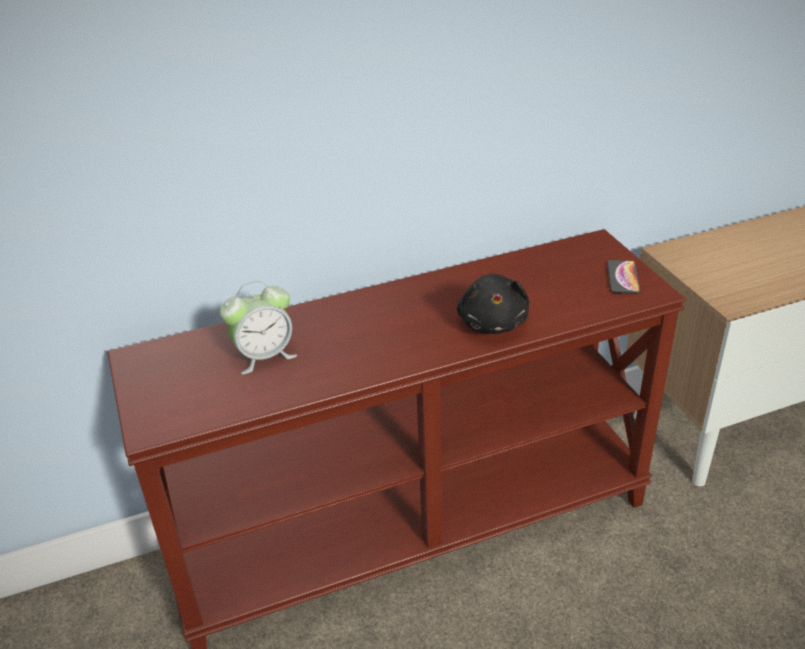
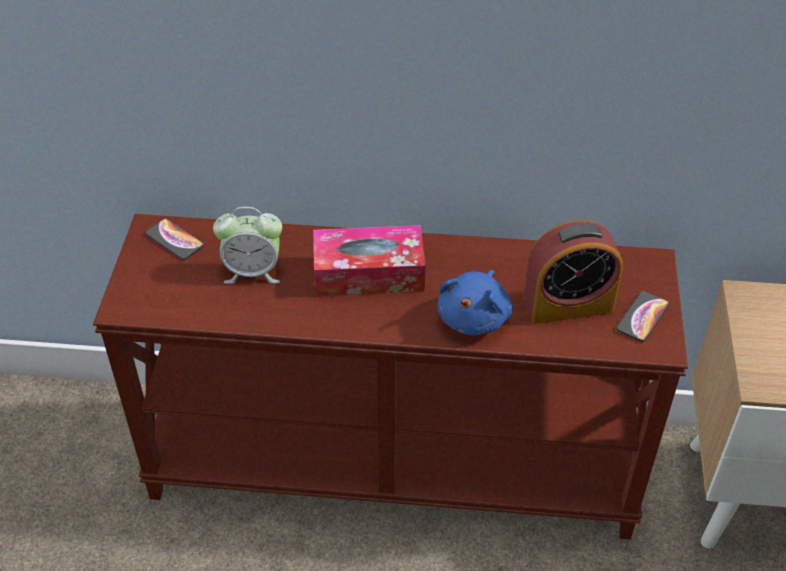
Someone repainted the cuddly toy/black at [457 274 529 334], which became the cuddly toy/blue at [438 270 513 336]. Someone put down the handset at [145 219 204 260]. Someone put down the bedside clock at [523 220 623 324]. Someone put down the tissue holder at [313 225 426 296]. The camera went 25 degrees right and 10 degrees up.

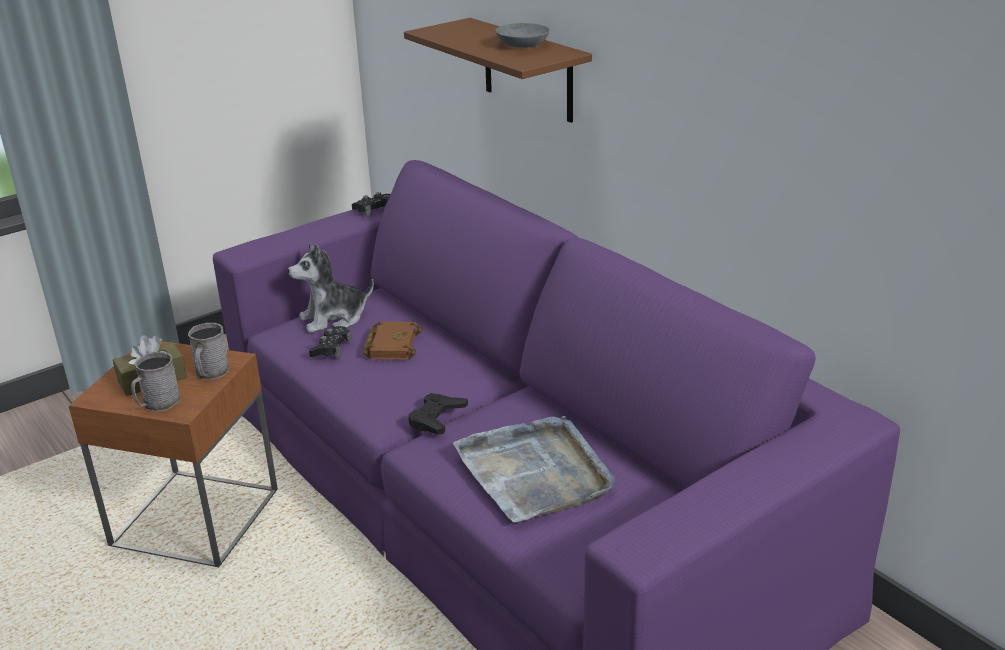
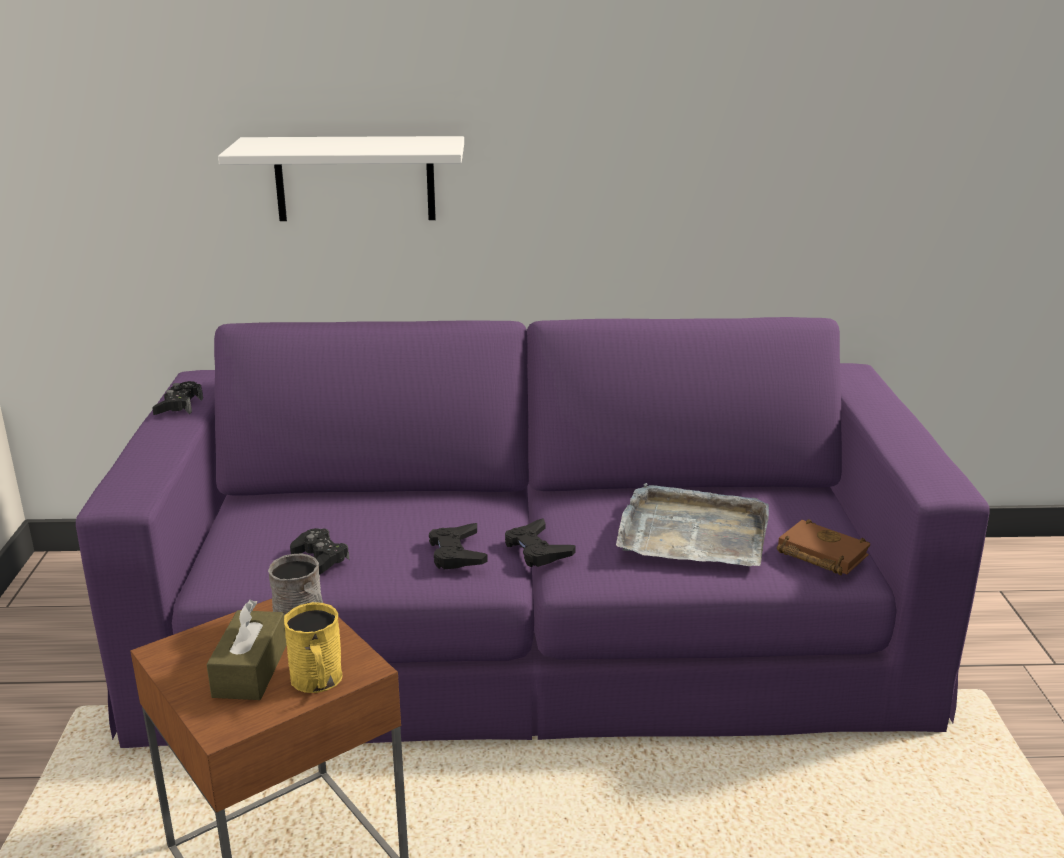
Someone repainted the shelf/brown-coloured at [404 18 592 123], which became the shelf/white-coloured at [218 136 464 221]. Someone took away the deep dish/greyish at [495 23 550 48]. Someone took away the cuddly toy at [288 243 374 333]. Someone carried the book/brown-coloured from [363 321 423 360] to [777 519 870 575]. Someone repainted the mug/greyish at [131 352 180 412], which became the mug/yellowish at [284 602 342 693]. Someone put down the gamepad/black at [429 523 488 569]. The camera went 55 degrees left and 5 degrees down.

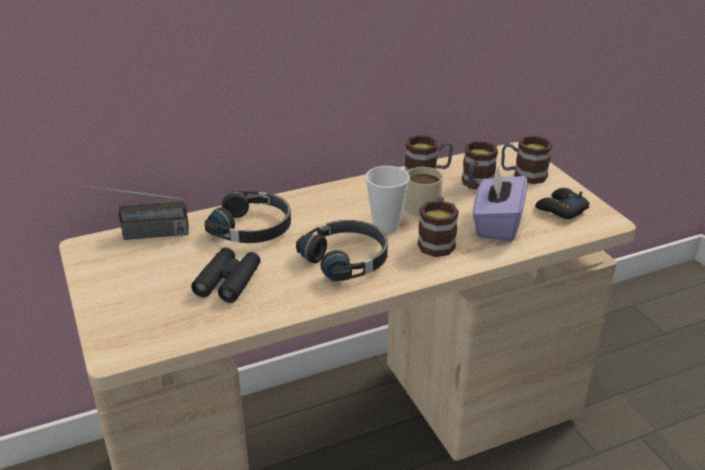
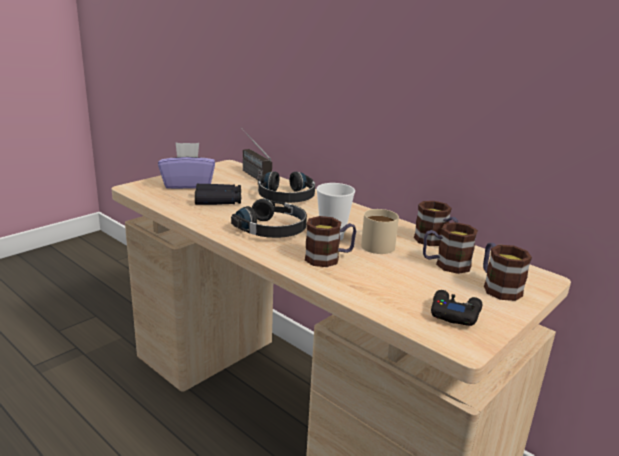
Someone carried the tissue holder/purple from [473 166 528 241] to [158 142 215 189]. The camera went 65 degrees right and 10 degrees down.

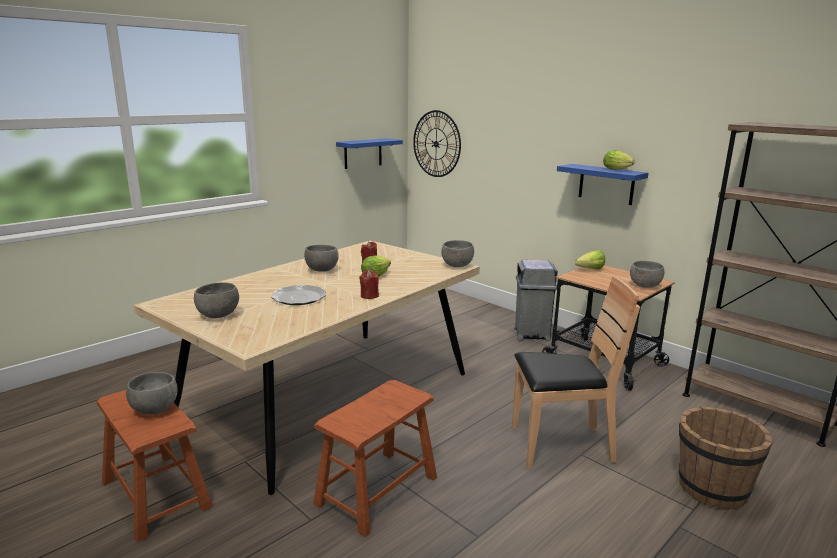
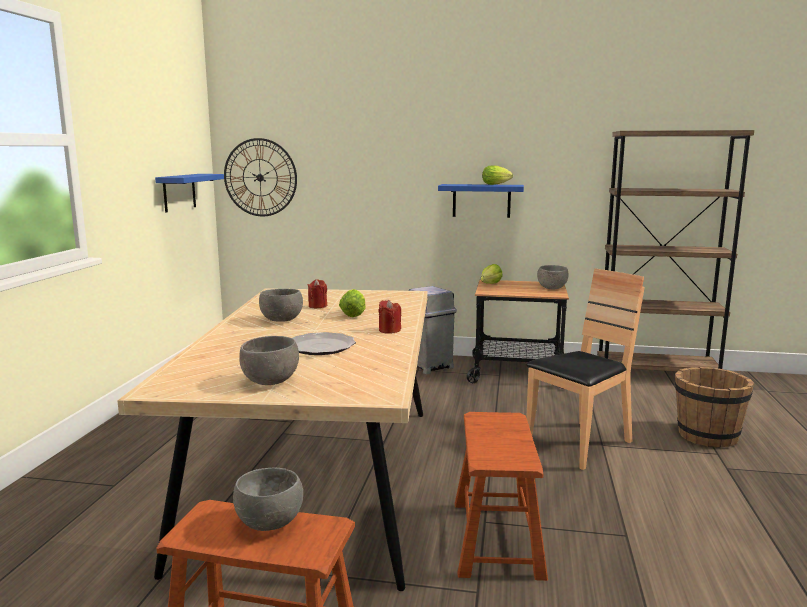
Someone took away the deep dish/greyish at [441 240 474 267]. The camera went 35 degrees left and 5 degrees down.

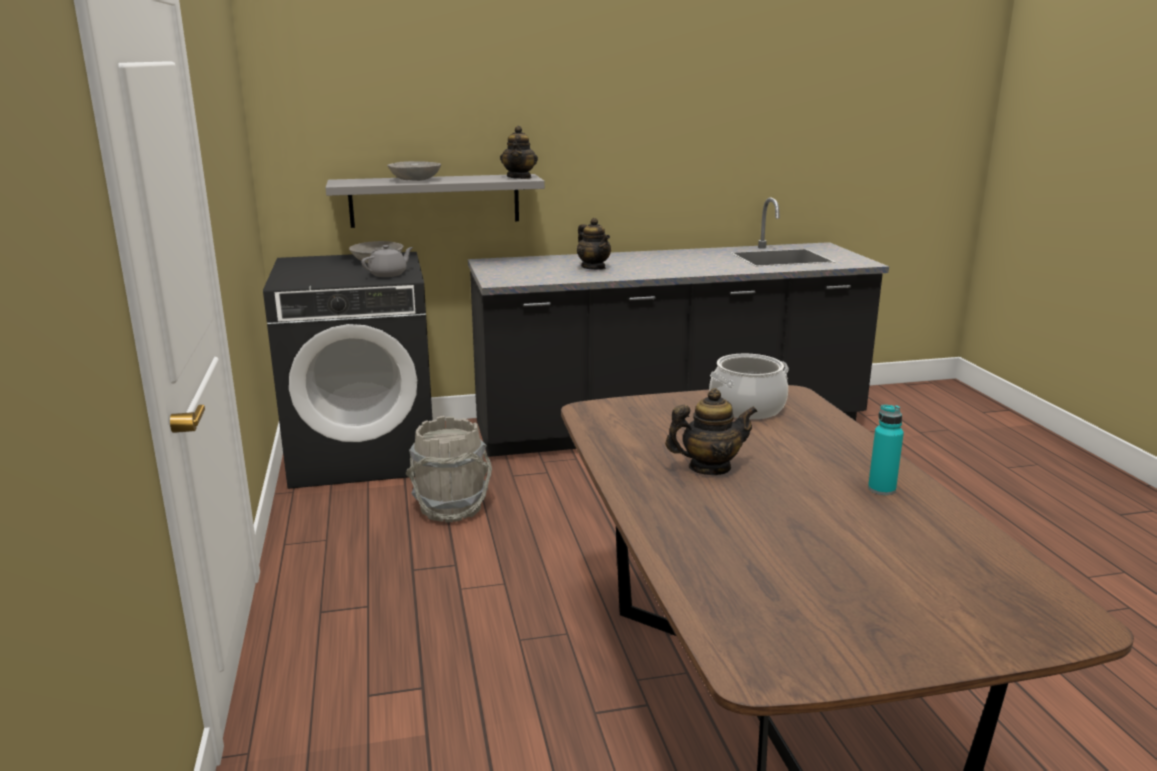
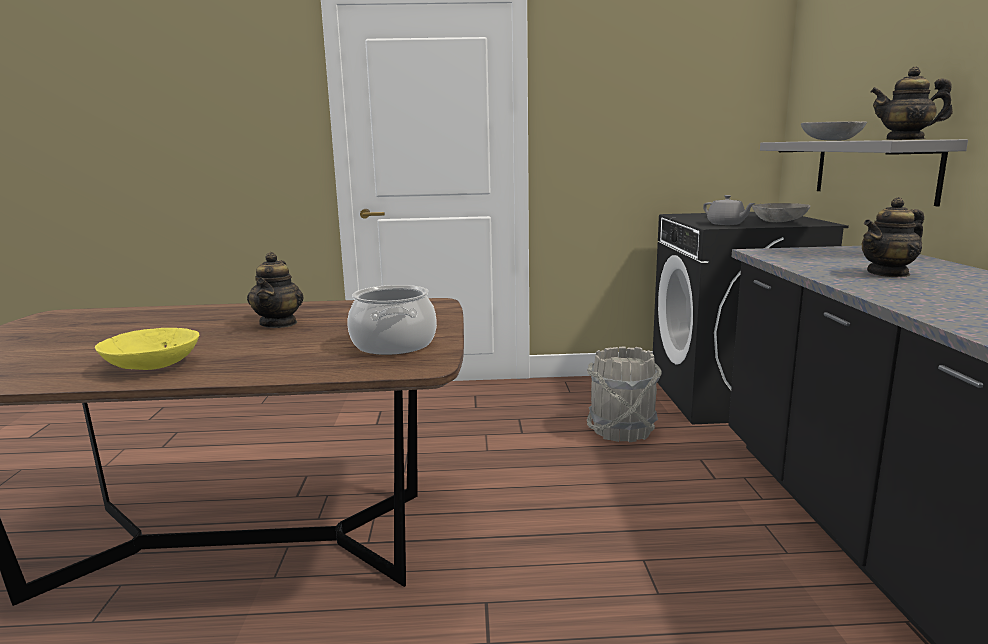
Someone swapped the bottle/blue-green at [868 405 904 495] for the deep dish/yellowish at [95 328 199 370]. The camera went 100 degrees right and 5 degrees down.

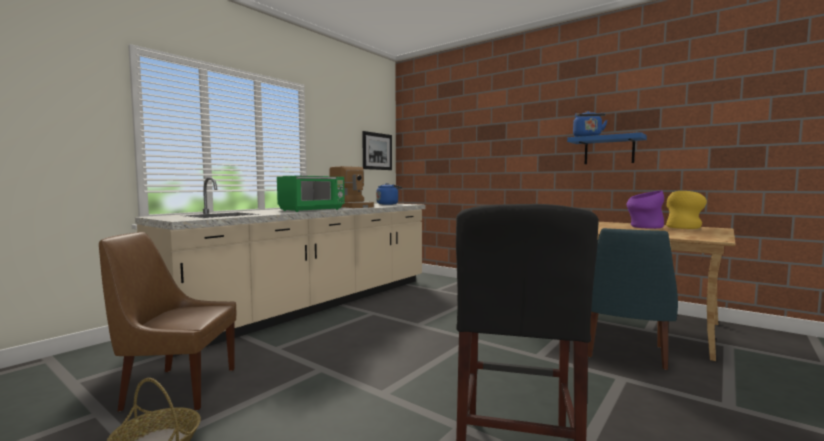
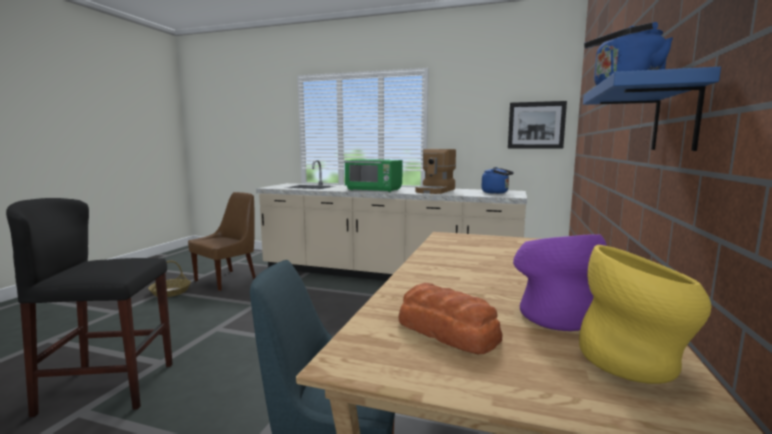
Someone rotated the plain chair/brown-coloured at [99 232 236 411] by 60 degrees clockwise. Someone put down the bakery bread at [398 283 502 354]. The camera went 70 degrees right and 5 degrees up.

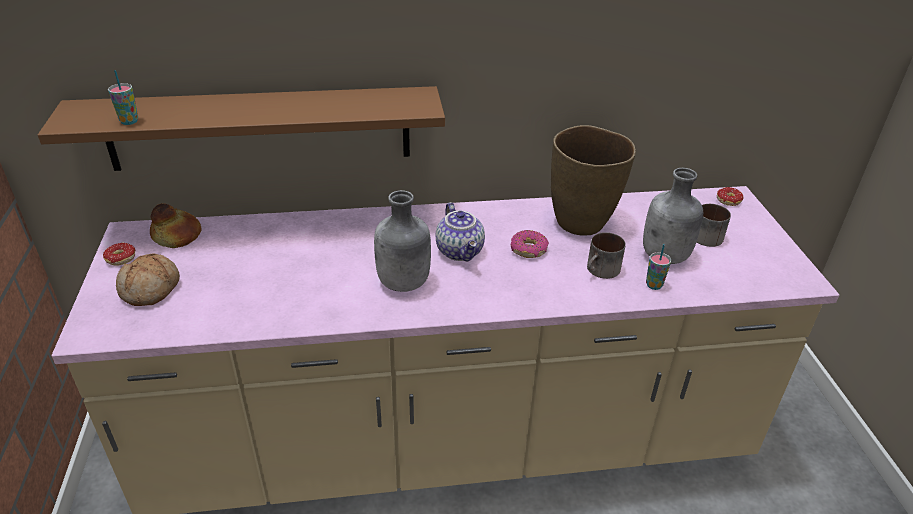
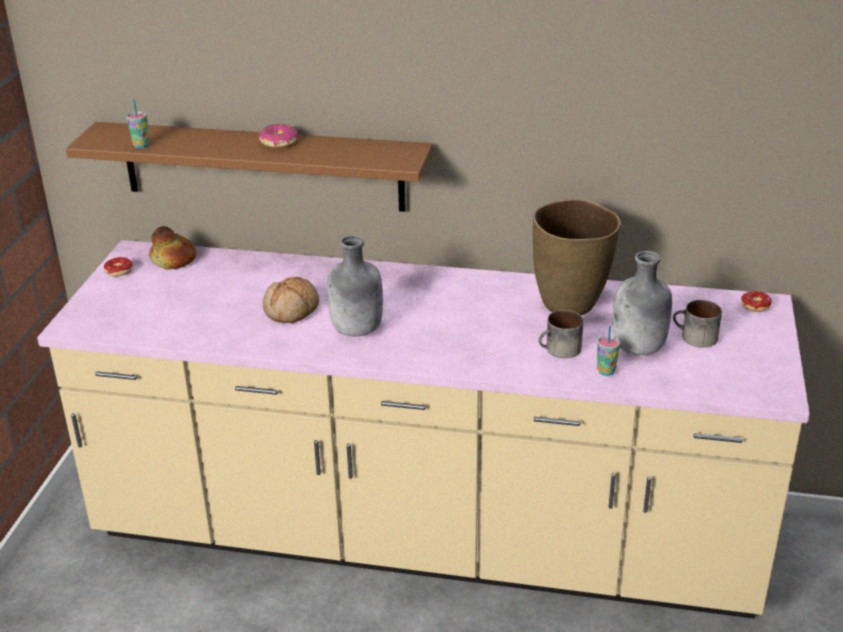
Someone took away the teapot at [436 202 485 262]. Someone carried the doughnut from [511 230 549 258] to [259 124 298 148]. Someone carried the bakery bread from [116 253 180 306] to [263 277 319 323]. The camera went 20 degrees right and 5 degrees down.

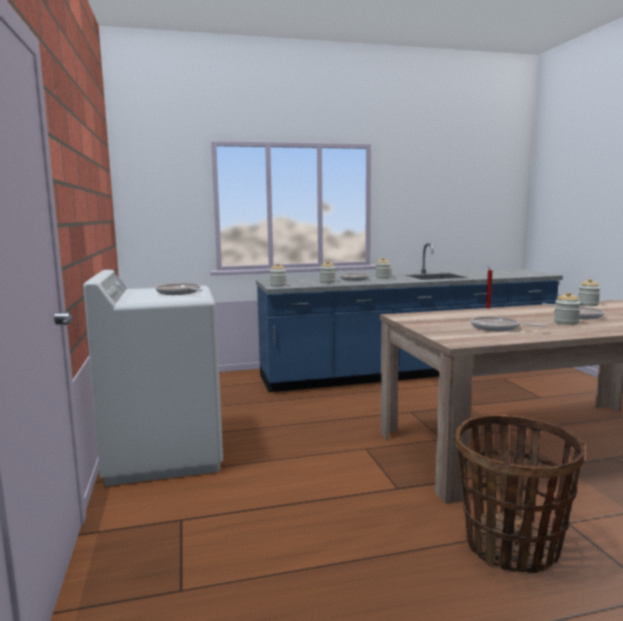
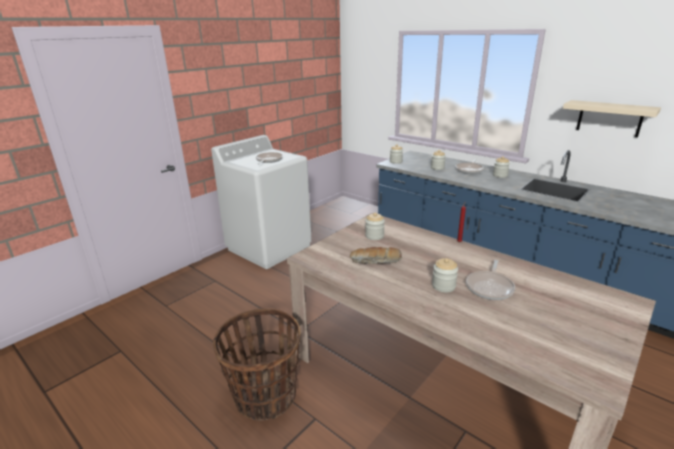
Someone carried the preserve jar from [578 279 600 306] to [365 213 385 240]. Someone swapped the skillet at [471 316 547 332] for the bakery bread at [350 247 402 264]. Someone put up the shelf/beige-coloured at [563 100 661 137]. The camera went 55 degrees right and 15 degrees up.

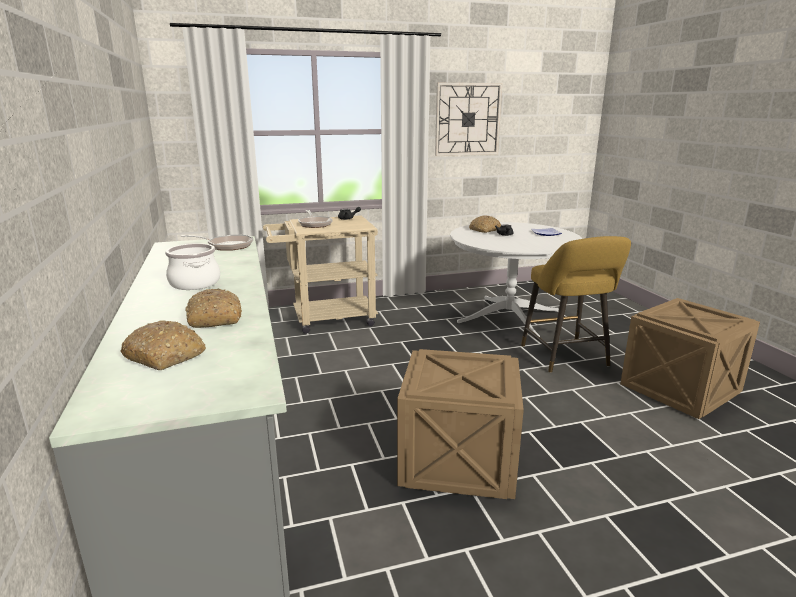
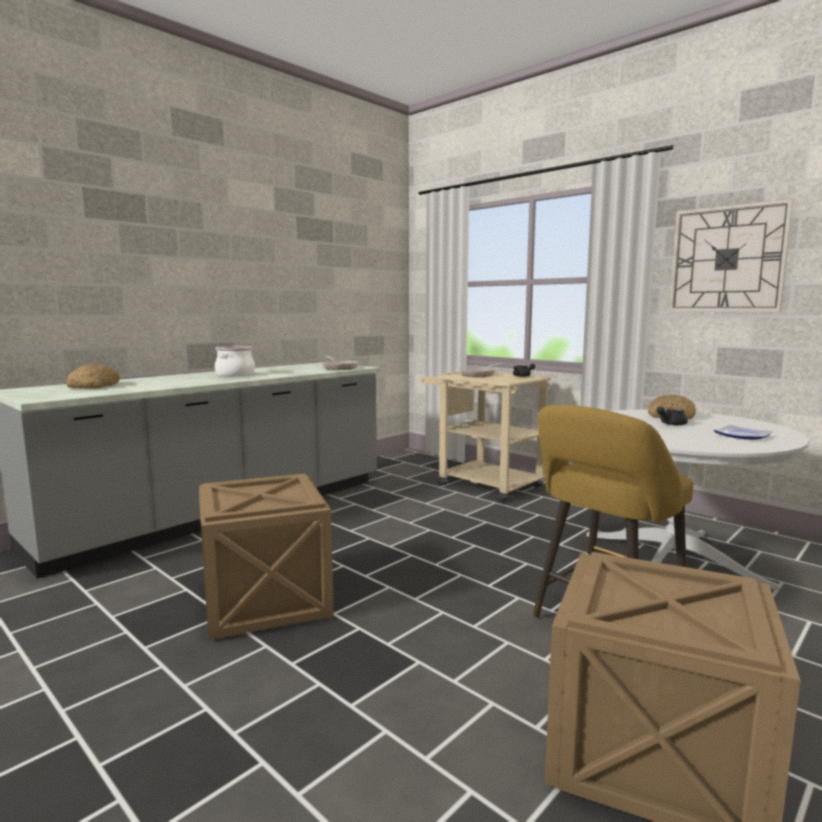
Someone took away the bakery bread at [185 289 242 328]. The camera went 60 degrees right and 10 degrees down.

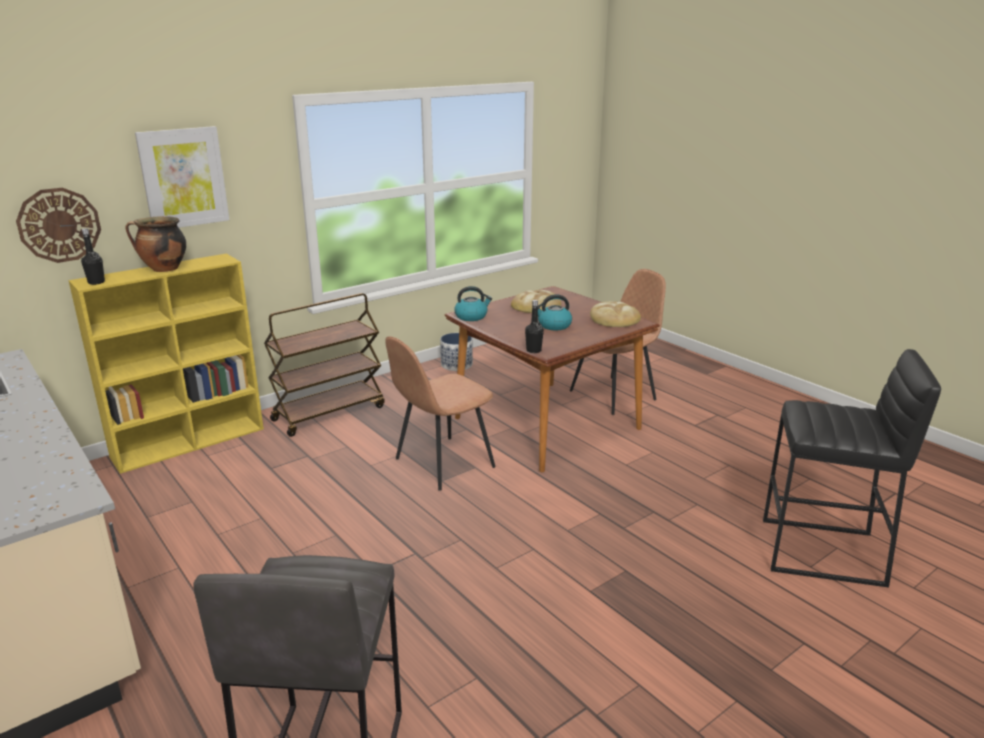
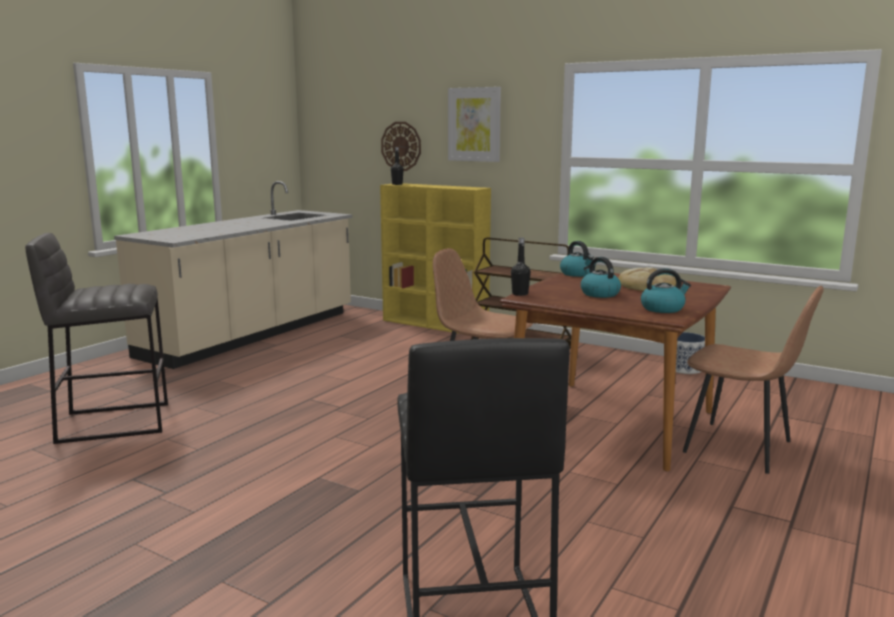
Someone took away the saucepot at [126 216 186 272]. Someone swapped the bakery bread at [590 301 641 327] for the tea kettle at [641 268 691 313]. The camera went 70 degrees right and 10 degrees down.

